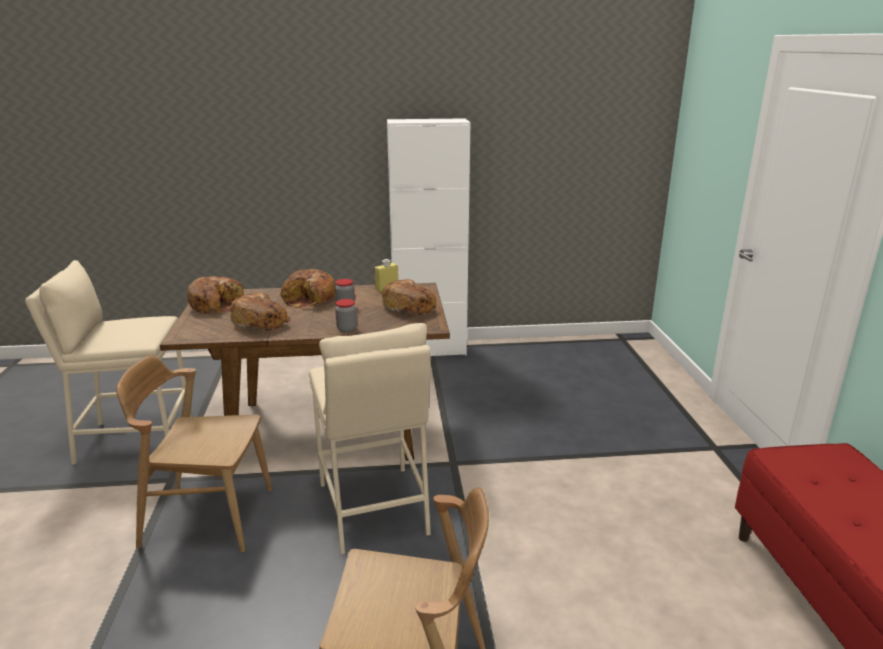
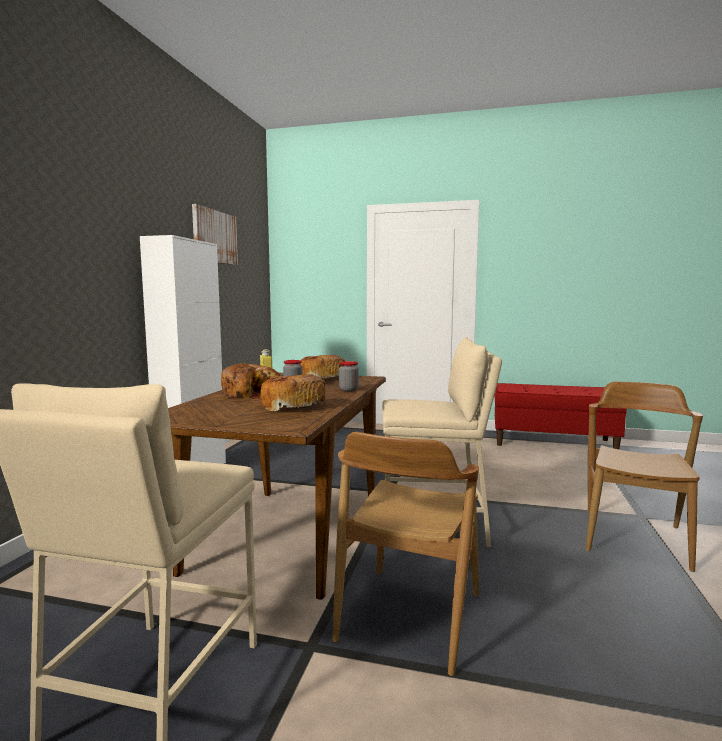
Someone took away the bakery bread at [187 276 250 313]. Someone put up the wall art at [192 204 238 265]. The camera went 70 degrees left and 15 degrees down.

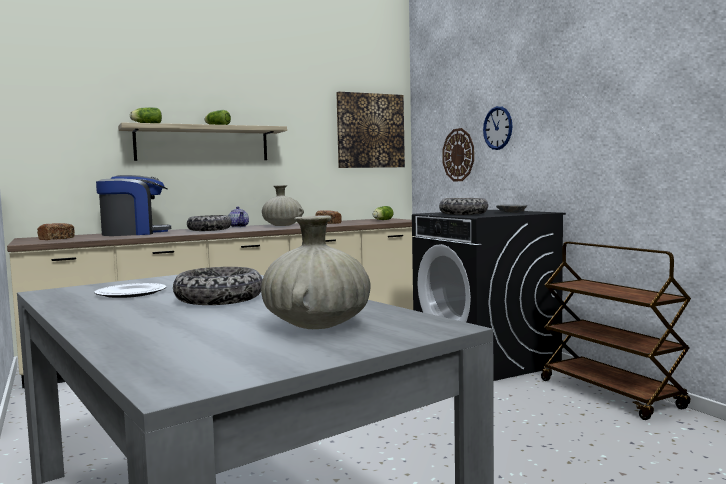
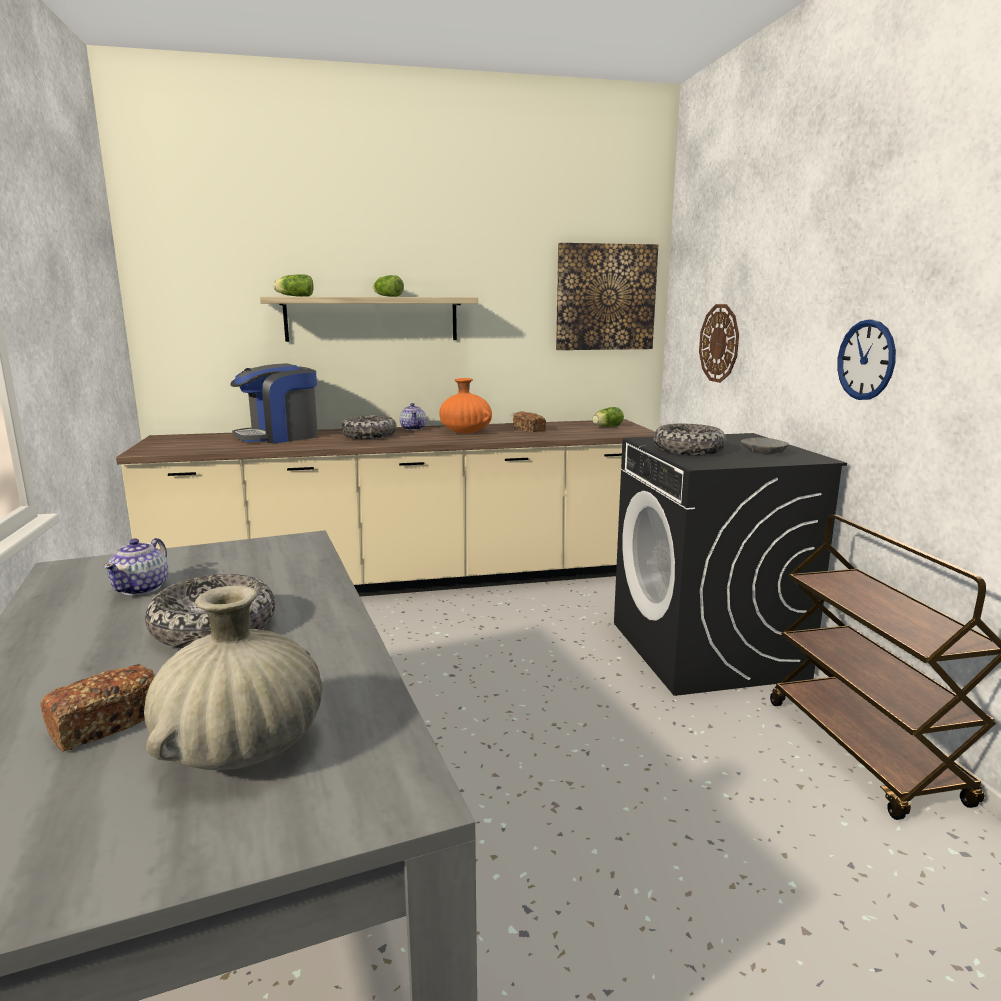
Someone carried the clock on the wall from [483 106 512 150] to [837 319 896 400]. Someone rotated the coffee machine at [96 175 171 236] by 150 degrees clockwise. Someone repainted the decorative vase/beige-coloured at [262 185 304 226], which became the decorative vase/orange-coloured at [439 378 492 433]. Someone carried the bakery bread from [37 223 75 240] to [40 664 156 751]. Someone swapped the flat dish at [94 283 167 298] for the teapot at [103 538 168 595]. The camera went 15 degrees right and 10 degrees up.

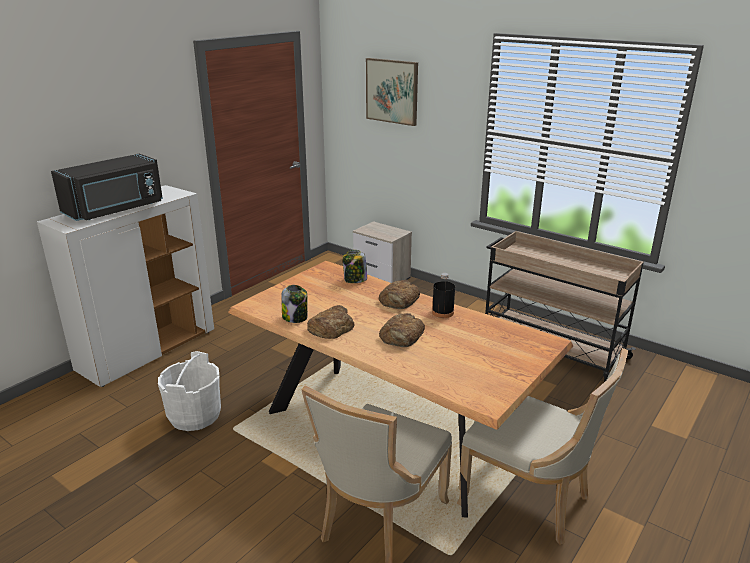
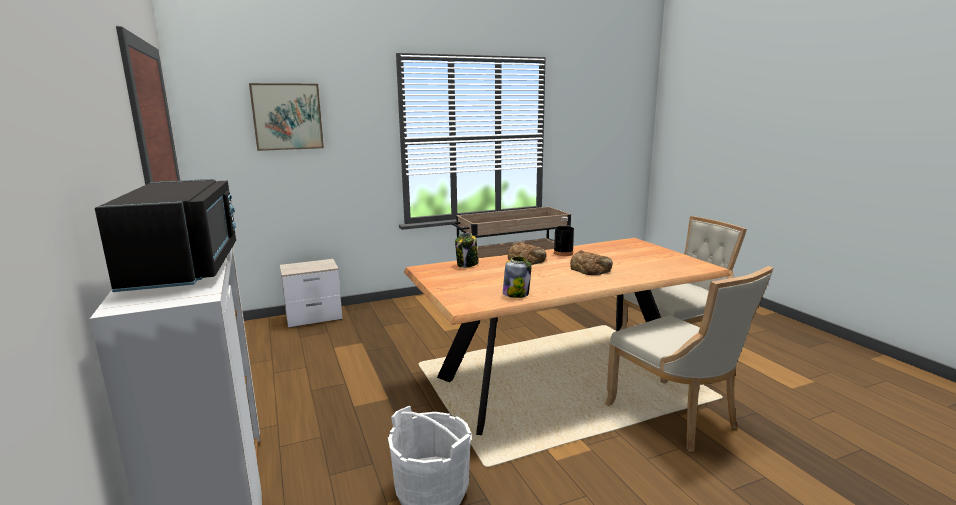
Someone took away the bakery bread at [307 305 354 339]. The camera went 60 degrees left and 10 degrees down.

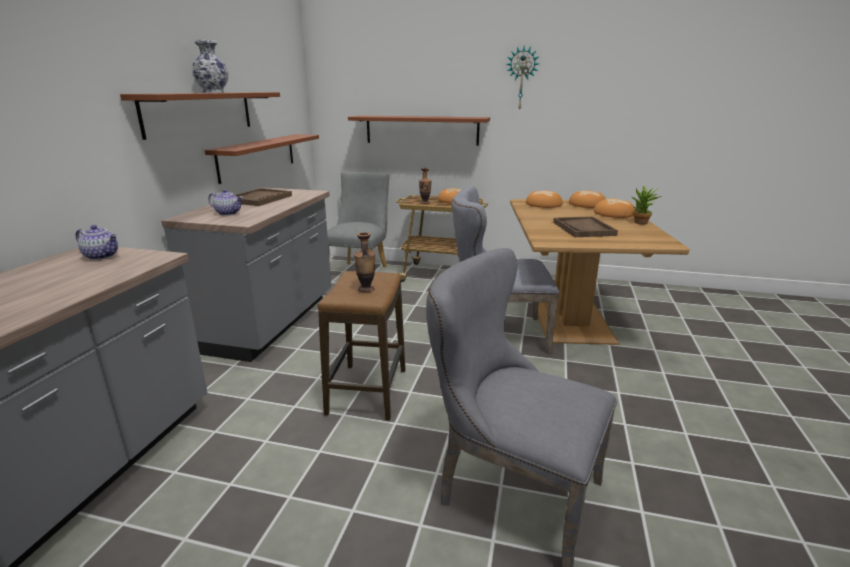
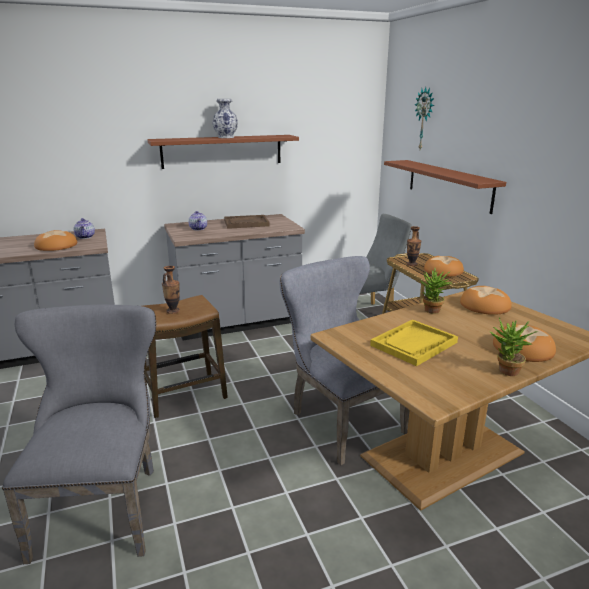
Someone carried the clock on the wall from [506 46 539 111] to [415 87 434 149]. Someone took away the shelf/brown-coloured at [205 134 319 184]. Someone carried the bakery bread from [569 190 606 208] to [34 230 77 251]. Someone repainted the serving tray/brown-coloured at [553 216 618 237], which became the serving tray/yellowish at [370 319 458 366]. Someone put down the potted plant at [420 268 453 314]. The camera went 55 degrees right and 0 degrees up.

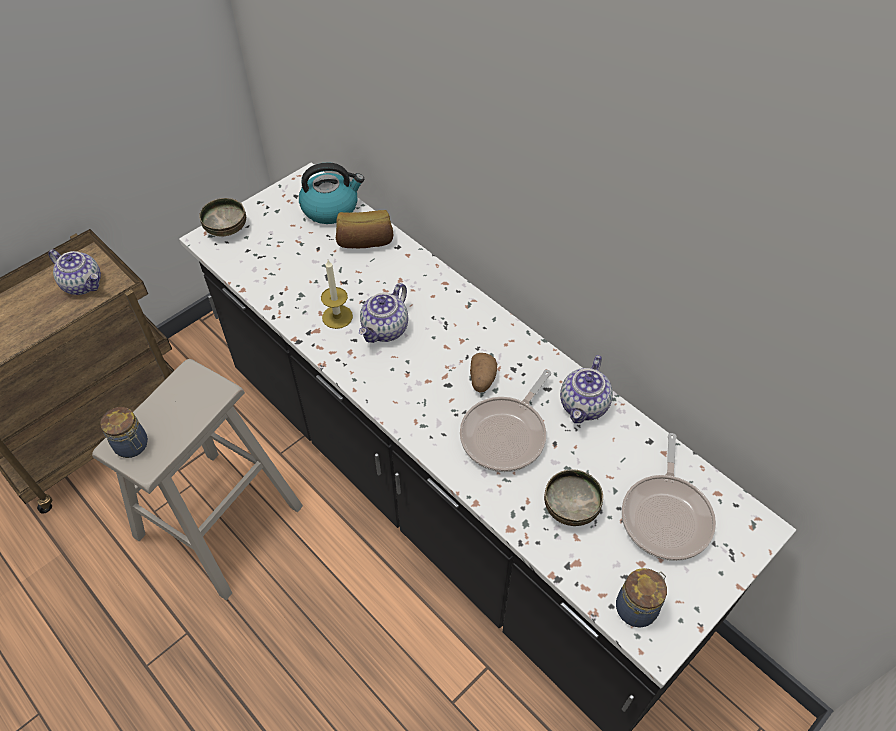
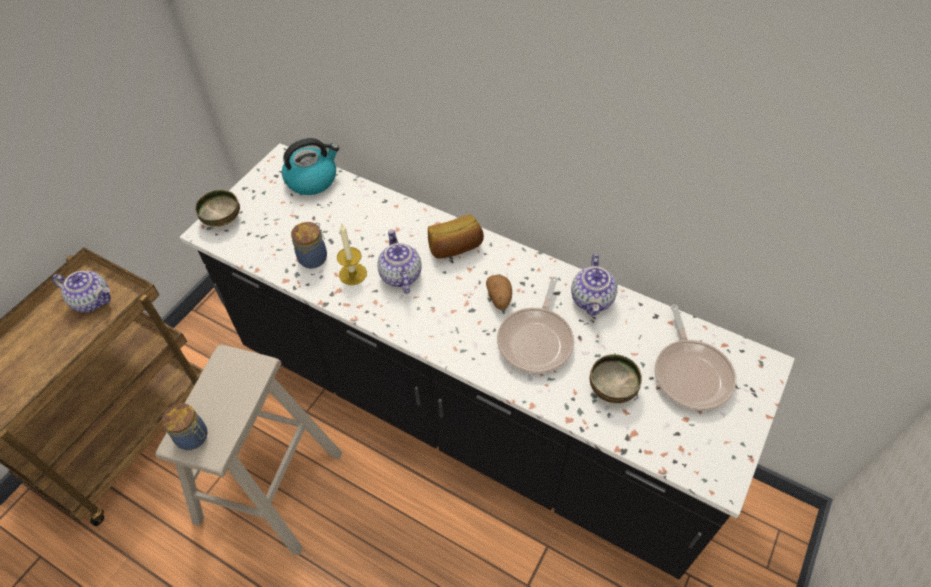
Someone carried the bakery bread from [336 210 393 248] to [428 214 484 258]. Someone rotated the teapot at [359 283 408 343] by 150 degrees clockwise. Someone carried the preserve jar from [616 568 667 628] to [291 222 327 269]. The camera went 15 degrees left and 0 degrees up.

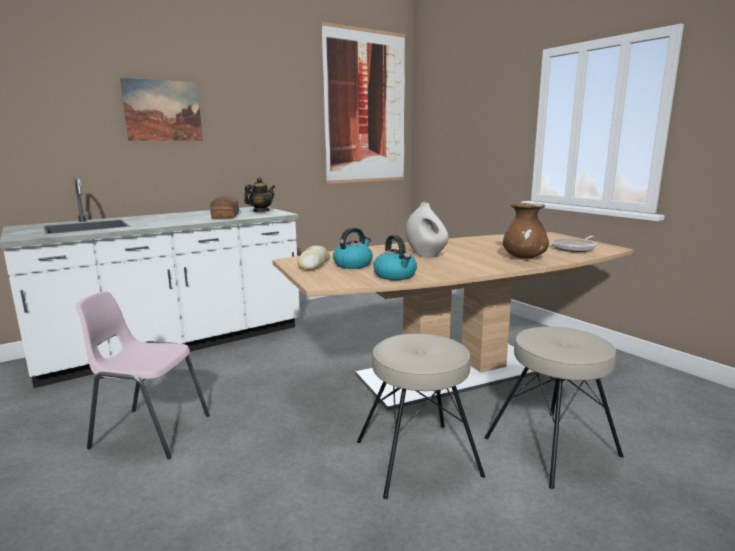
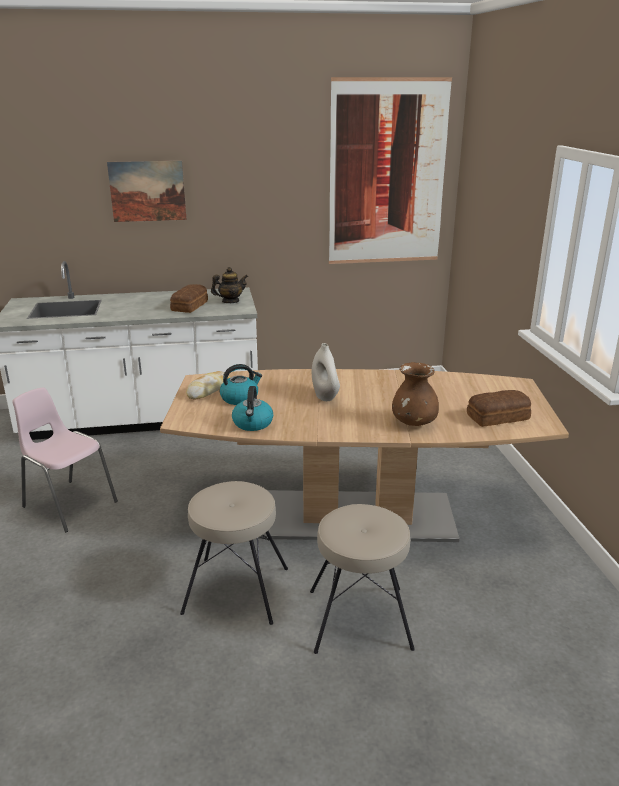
Someone swapped the skillet at [552 236 597 252] for the bakery bread at [467 390 531 427]. The camera went 25 degrees right and 10 degrees up.

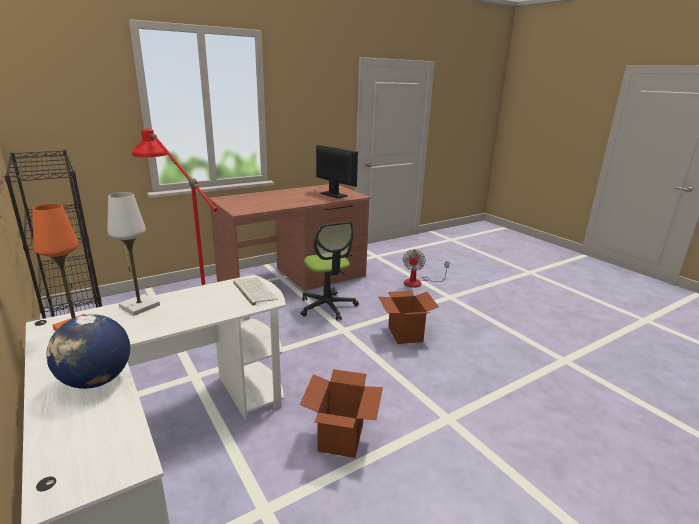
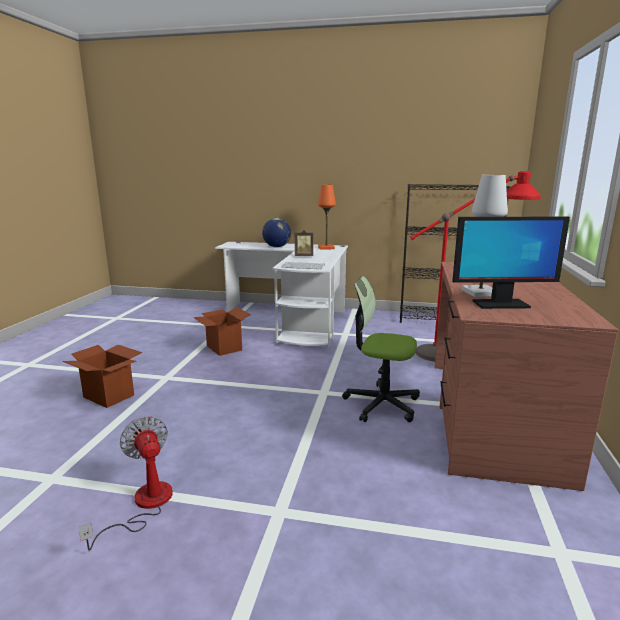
Someone carried the table lamp/white-coloured from [107 192 160 316] to [461 175 508 297]. Someone carried the fan from [403 250 450 288] to [78 416 173 551]. Someone carried the cardboard box from [378 291 439 344] to [62 345 142 408]. Someone put down the picture frame at [295 230 313 256]. The camera went 135 degrees right and 5 degrees down.

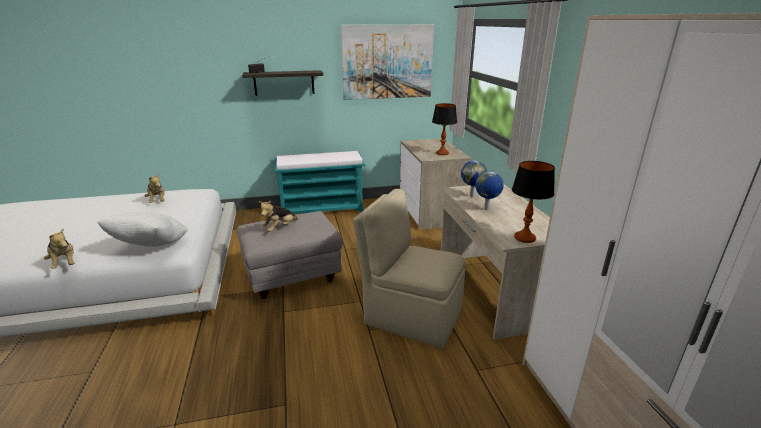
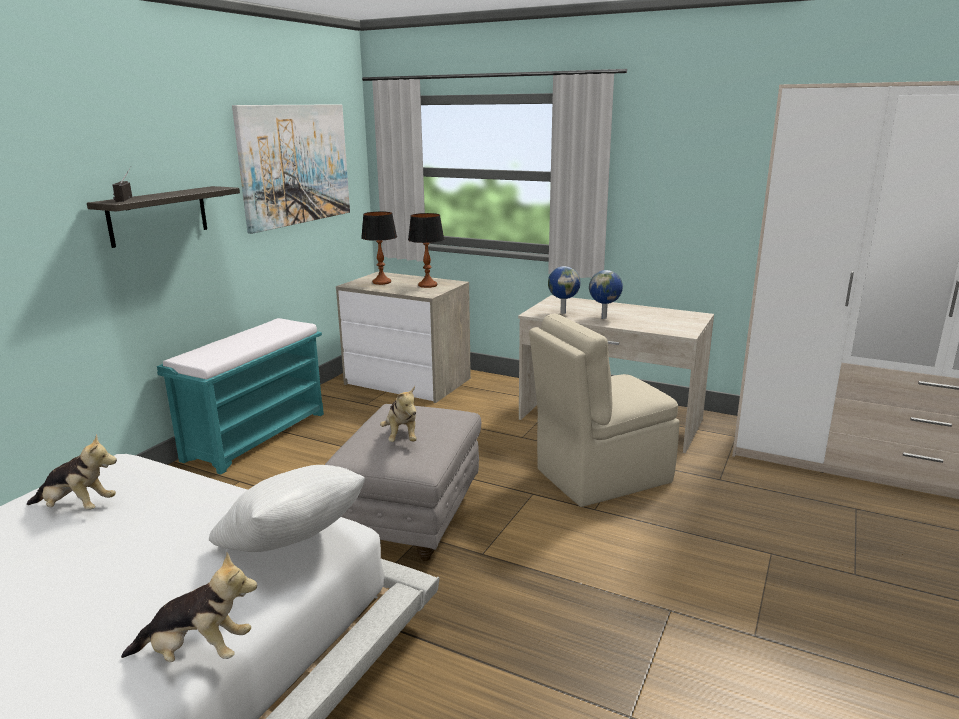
Someone carried the table lamp from [512 161 555 243] to [361 211 397 285]. The camera went 50 degrees left and 5 degrees down.

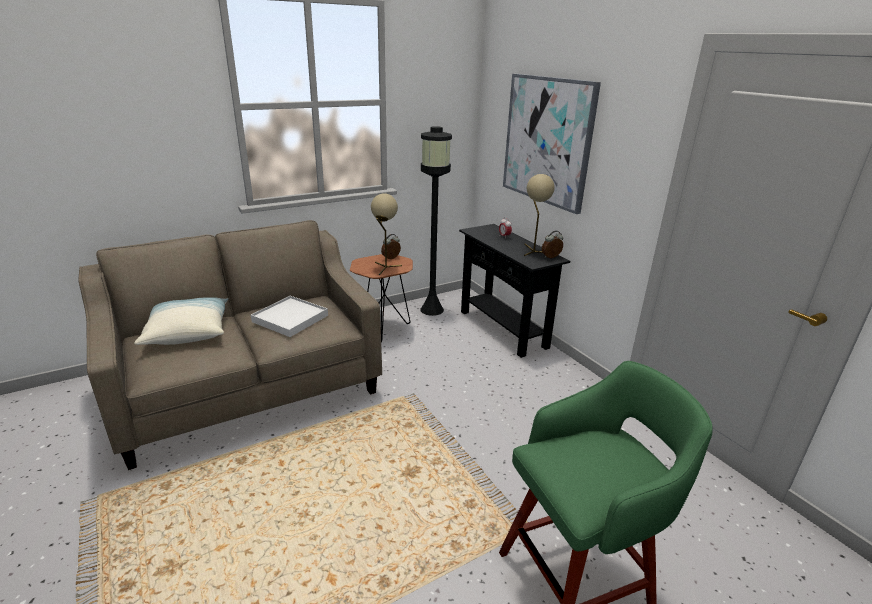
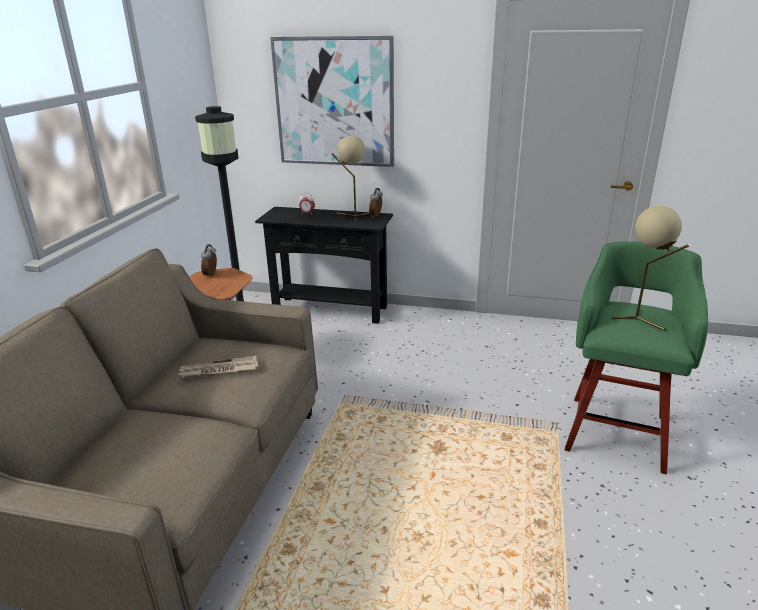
Someone carried the table lamp/beige-coloured from [371 193 402 275] to [612 206 690 331]. Someone swapped the serving tray/white-coloured at [251 296 328 337] for the daily paper at [179 355 258 379]. Someone took away the pillow at [134 298 228 345]. The camera went 45 degrees left and 0 degrees up.

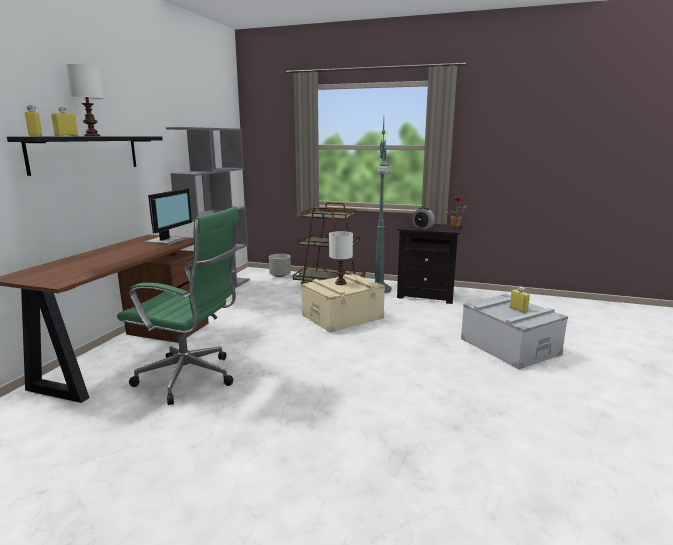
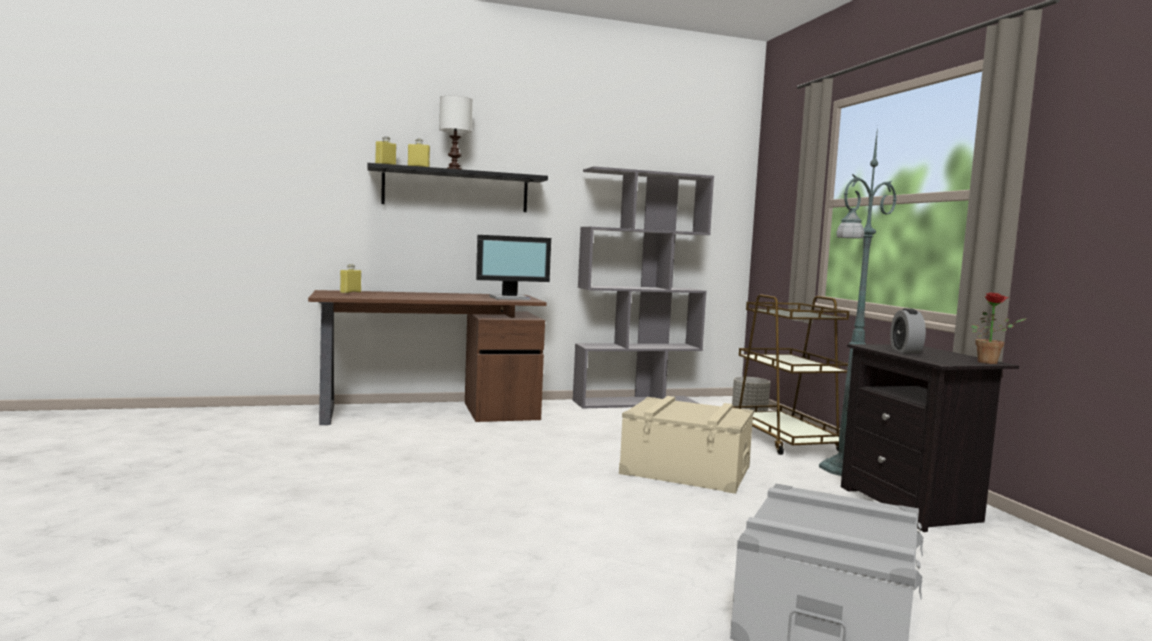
Someone took away the office chair/greenish at [117 207 239 405]. Someone took away the table lamp/white-coloured at [329 231 353 285]. Someone carried the bottle/yellowish from [510 287 530 313] to [340 264 361 293]. The camera went 55 degrees right and 10 degrees down.

